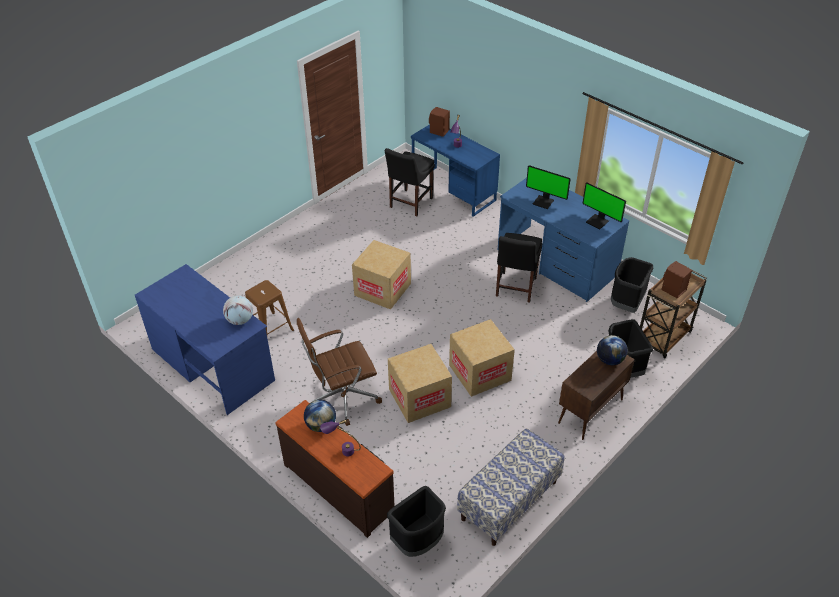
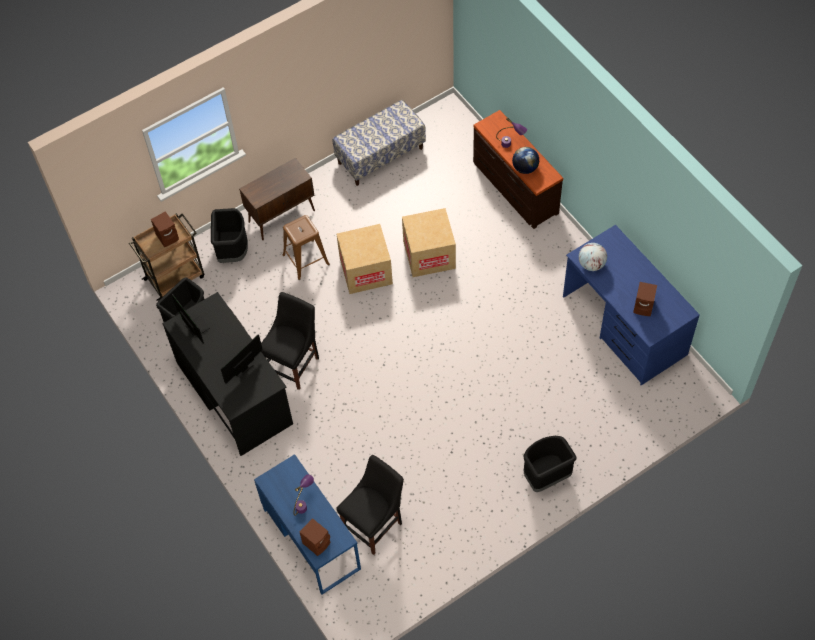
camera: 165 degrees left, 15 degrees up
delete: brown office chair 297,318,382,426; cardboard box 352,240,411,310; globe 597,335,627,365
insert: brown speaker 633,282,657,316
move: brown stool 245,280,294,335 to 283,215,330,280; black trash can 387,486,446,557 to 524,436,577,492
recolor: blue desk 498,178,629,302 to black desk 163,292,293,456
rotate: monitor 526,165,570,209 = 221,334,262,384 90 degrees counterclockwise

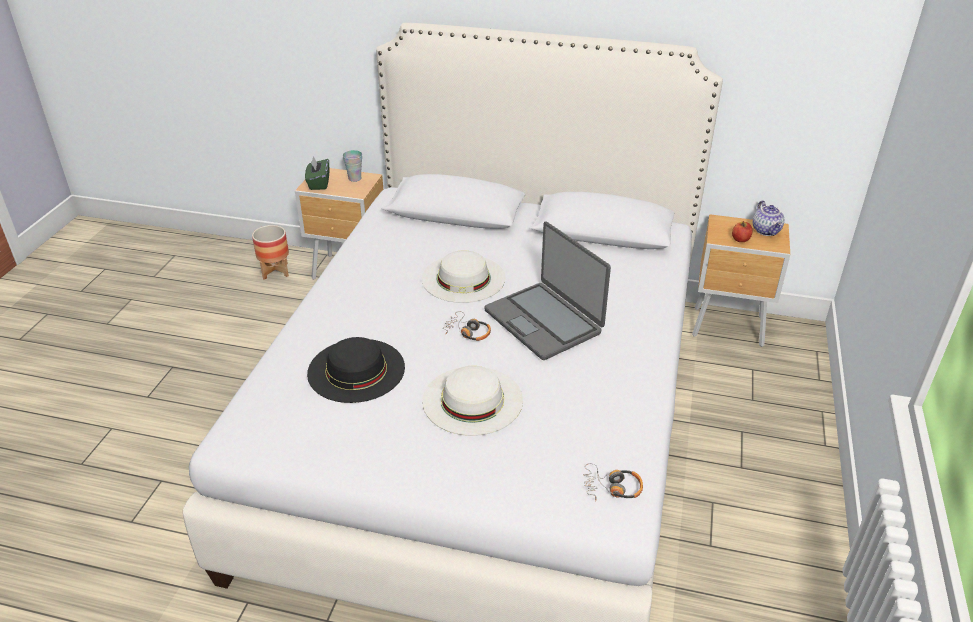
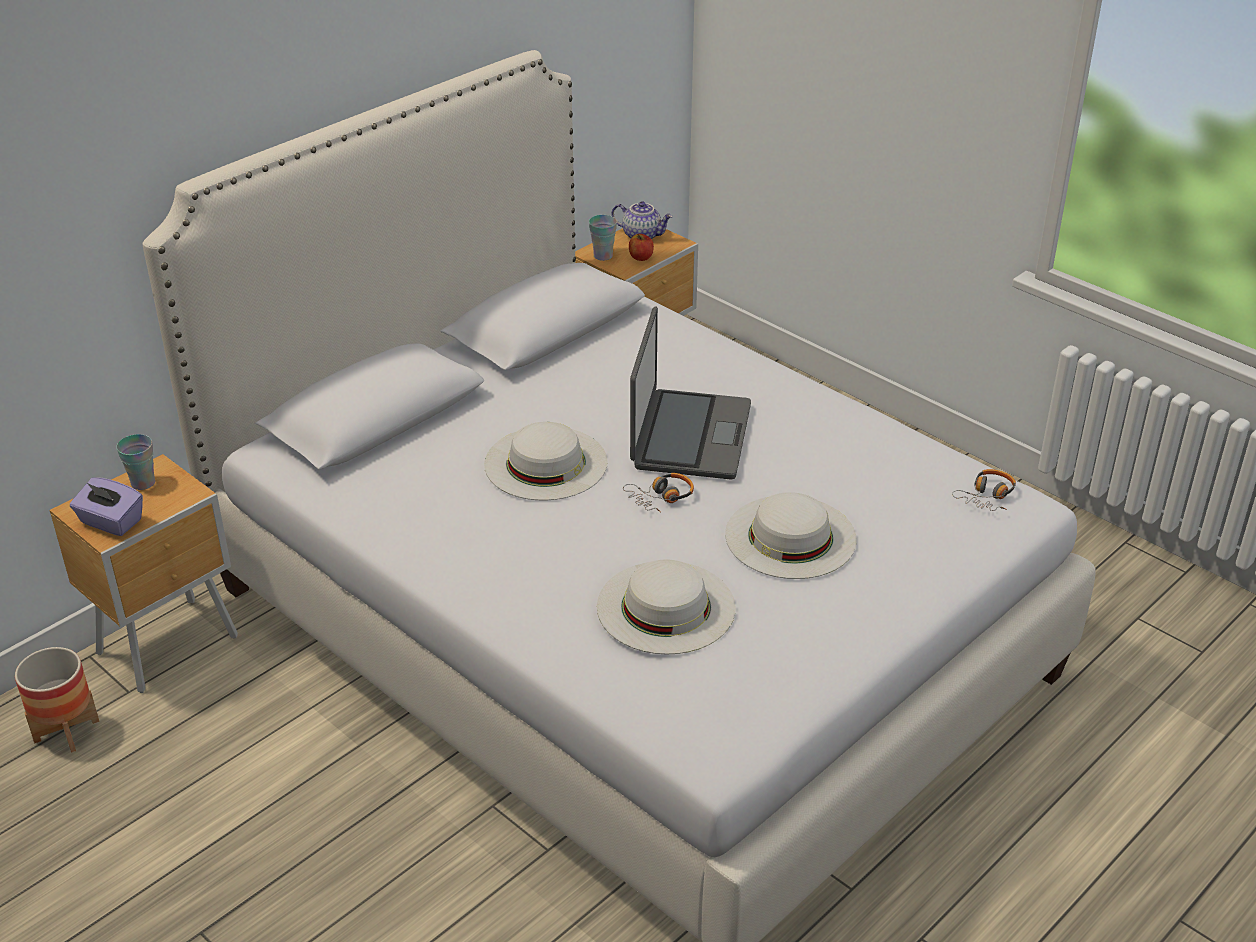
camera: 60 degrees left, 0 degrees up
insert: cup 589,215,617,261
recolor: green tissue box 305,156,330,190 to purple tissue box 70,477,143,536; black hat 307,337,405,403 to white hat 597,560,736,654
rotate: laptop 484,221,611,360 = 630,306,751,480 75 degrees counterclockwise

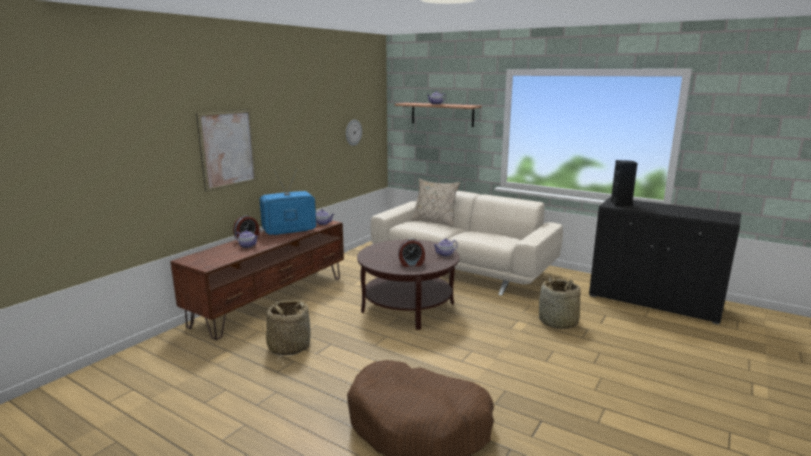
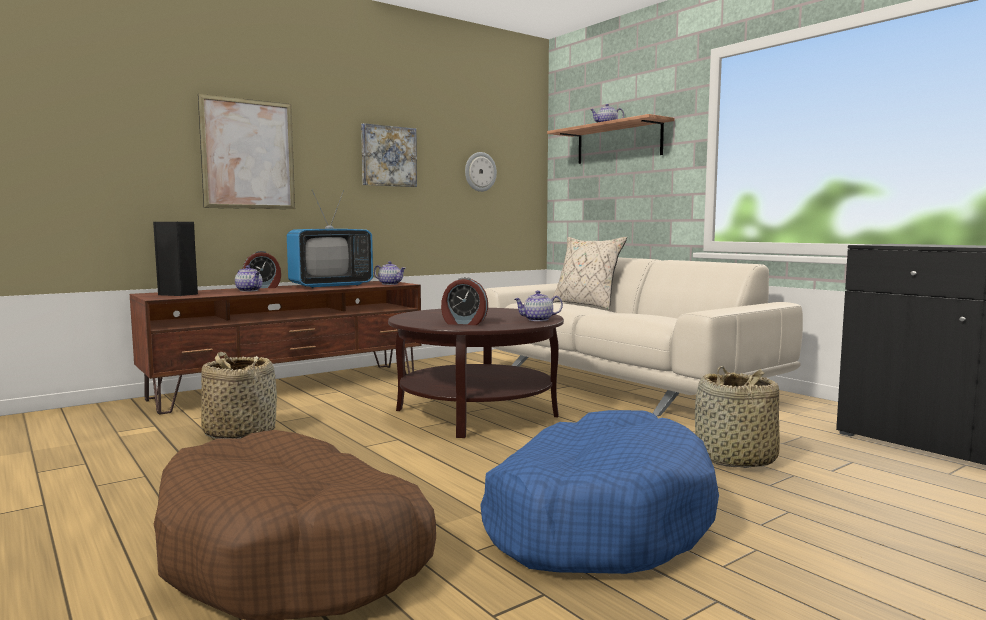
camera: 20 degrees right, 10 degrees down
insert: picture 361,123,417,187; blue dog bed 480,410,719,574
move: black speaker 611,160,638,206 to 153,222,198,296
rotate: television 259,169,316,235 = 287,190,373,288 150 degrees clockwise

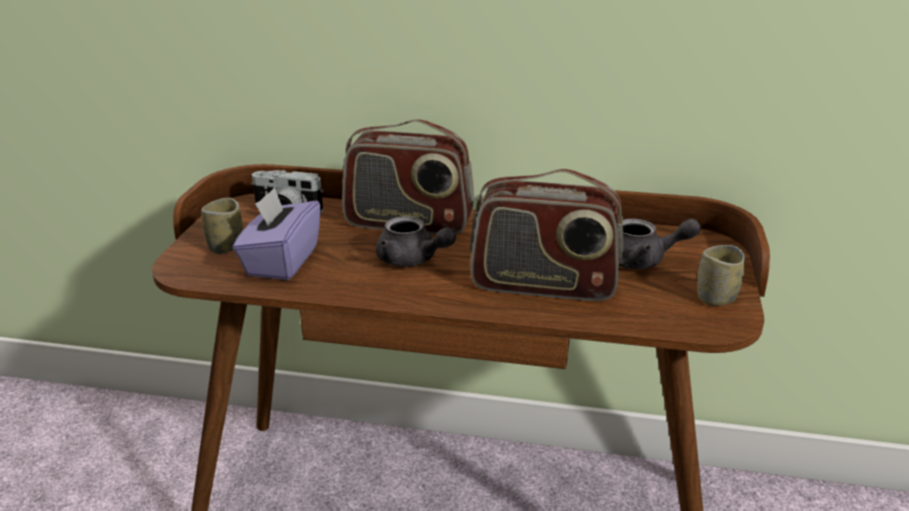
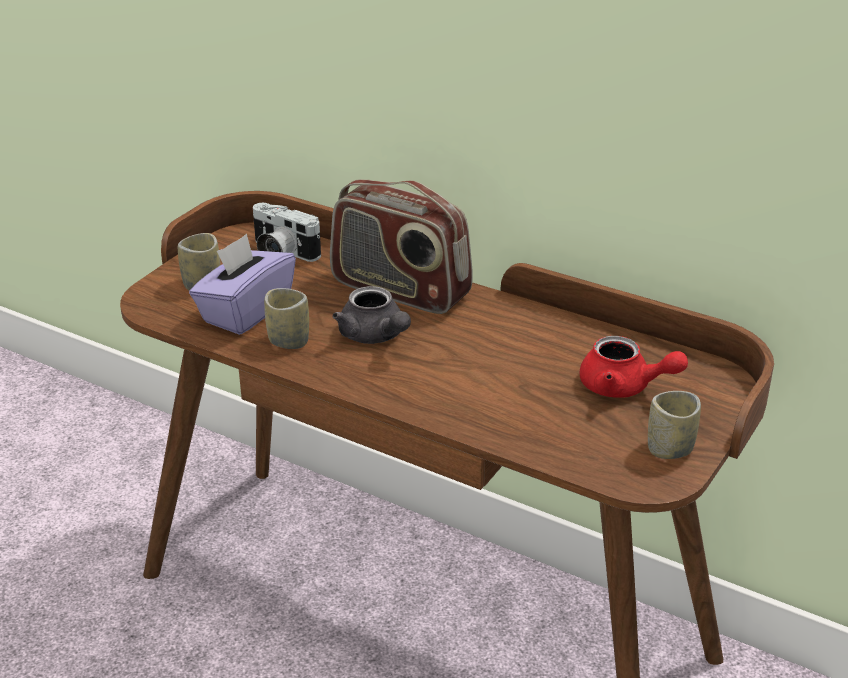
camera: 20 degrees right, 5 degrees up
delete: radio 470,169,623,301
insert: cup 264,288,309,349
recolor: grey teapot 619,218,701,269 to red teapot 580,336,688,398

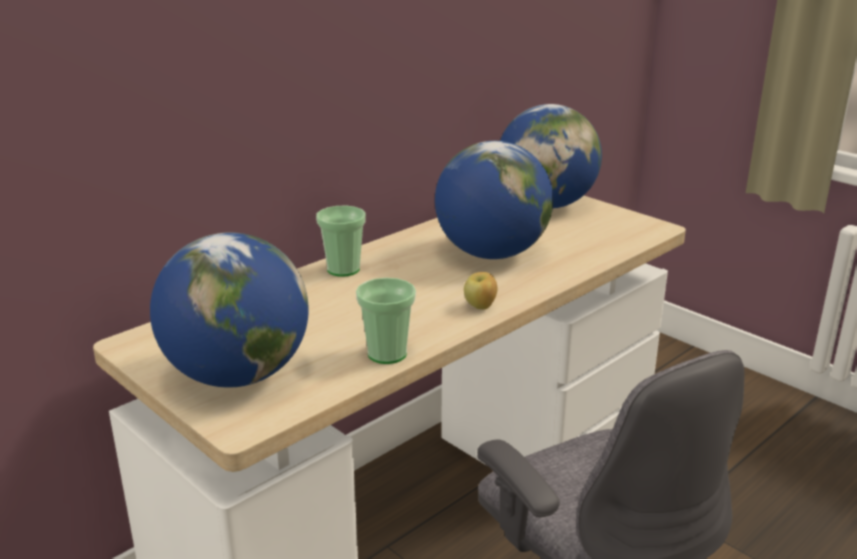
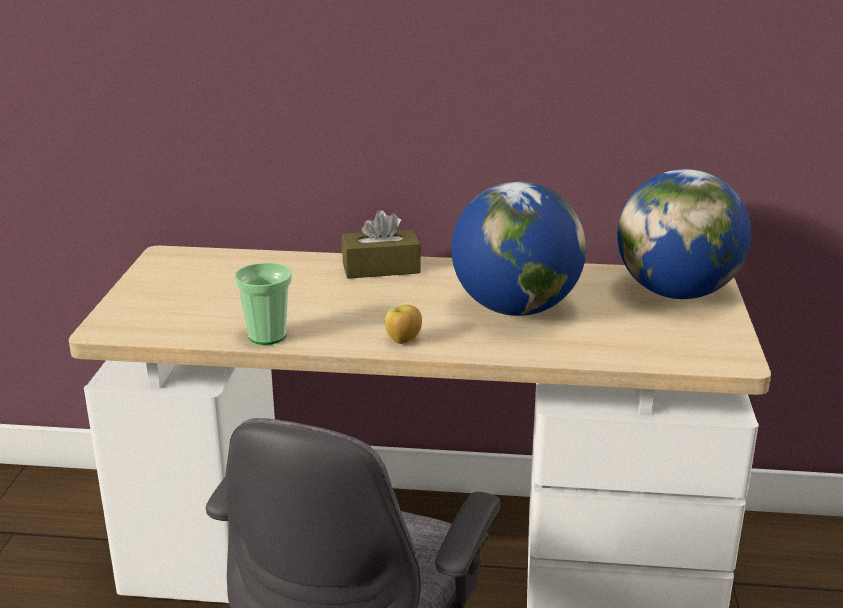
camera: 50 degrees right, 0 degrees up
delete: globe 150,232,309,388
replace: cup 316,206,366,277 to brown tissue box 342,210,421,279

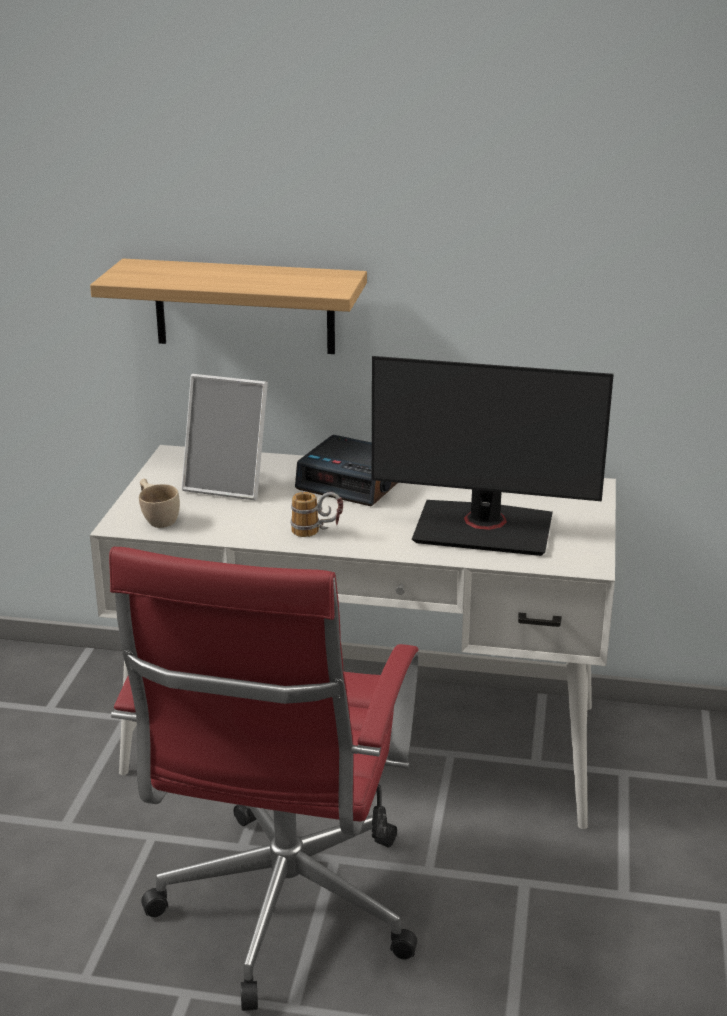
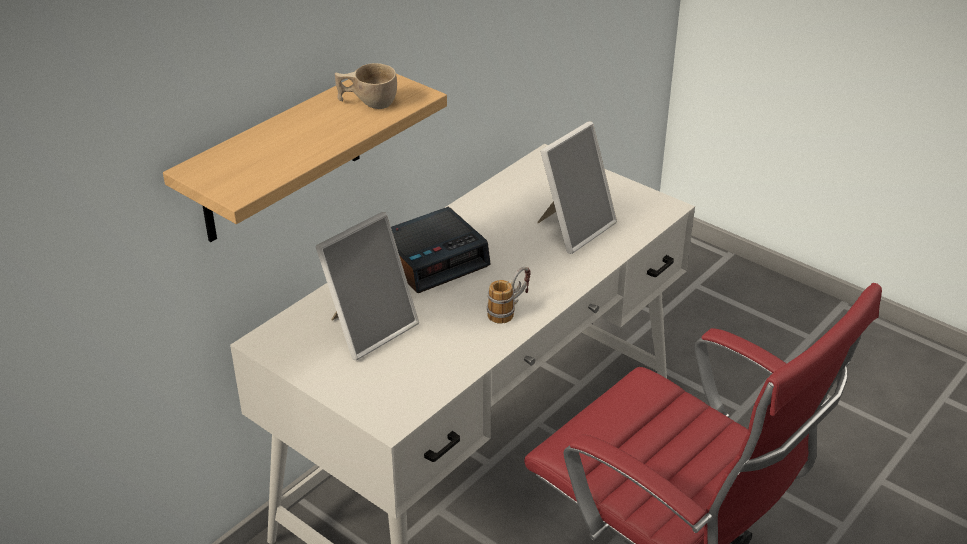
camera: 60 degrees left, 10 degrees up
move: beige cup 139,479,180,528 to 335,63,397,109
replace: monitor 372,356,614,556 to picture frame 537,121,617,254

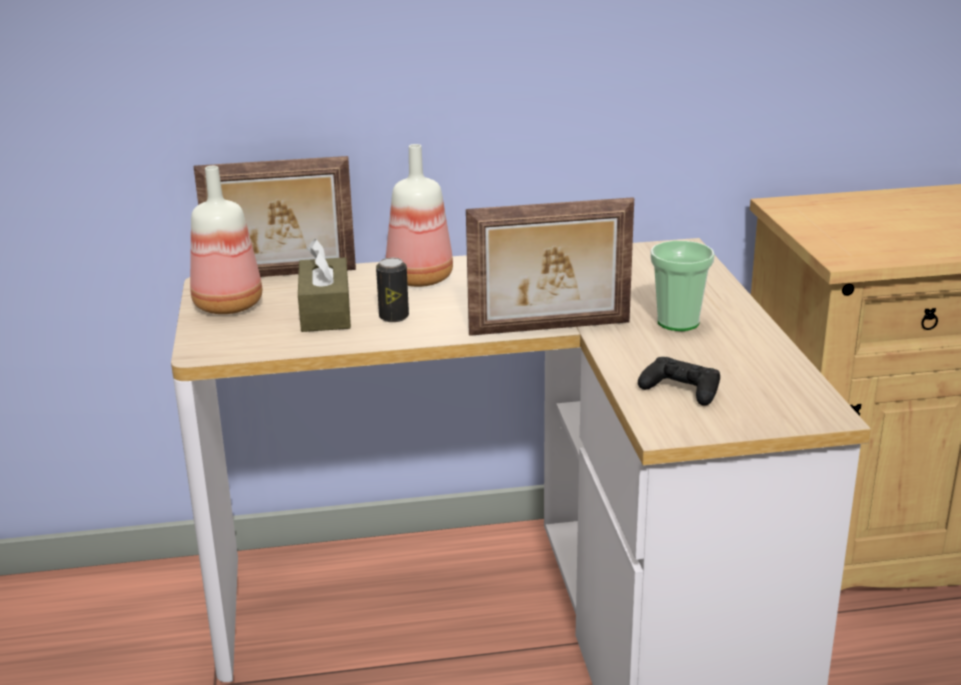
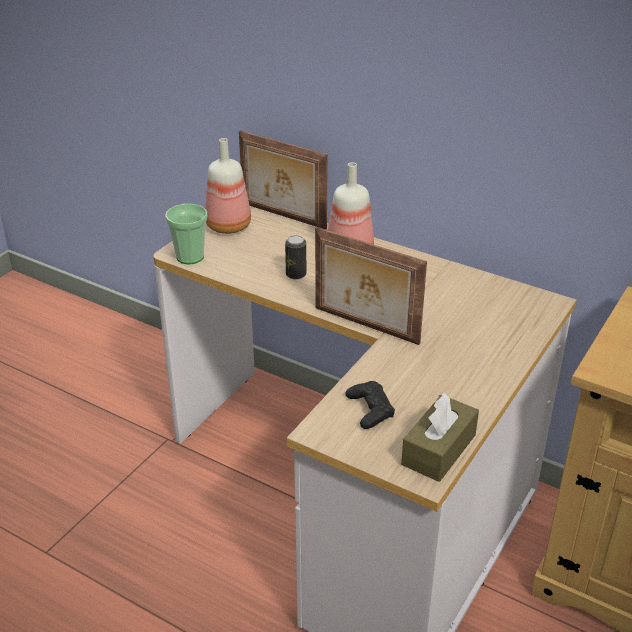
camera: 40 degrees right, 10 degrees up
move: brown tissue box 298,239,351,332 to 401,393,479,482; cup 651,241,715,331 to 165,204,207,264

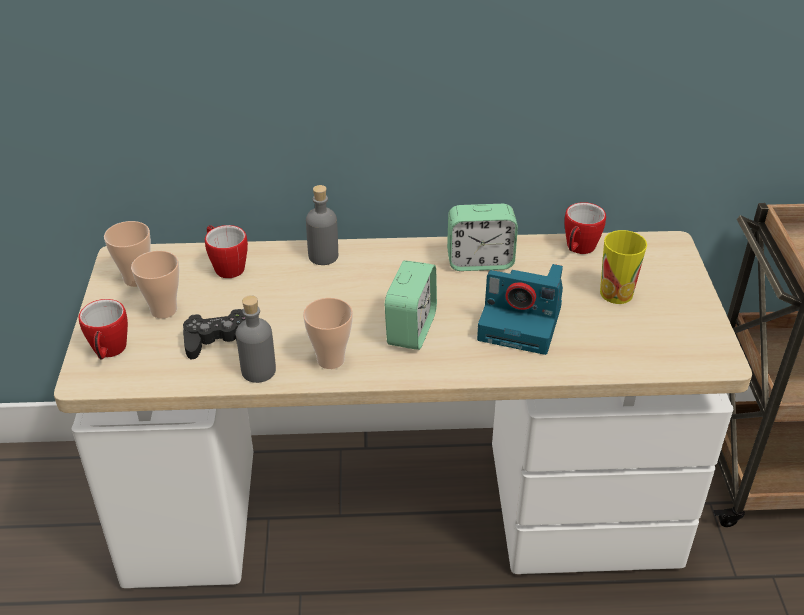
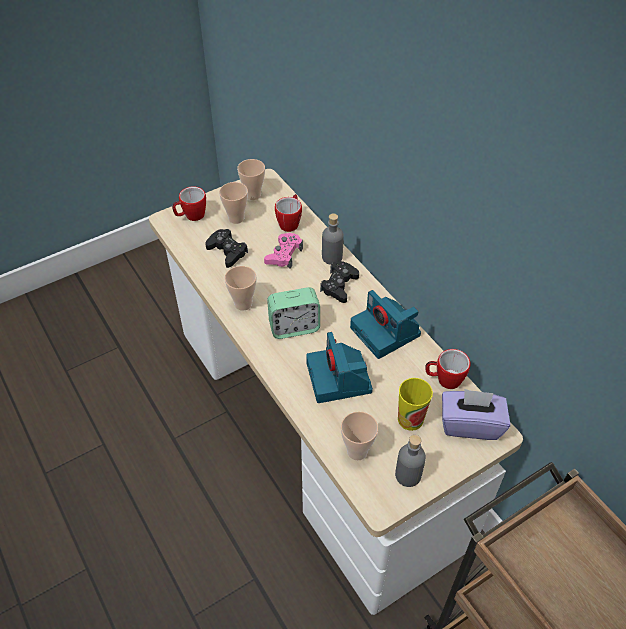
camera: 60 degrees right, 10 degrees up
insert: pink game controller 264,233,303,269; black game controller 320,261,359,303; cup 341,411,378,460; purple tissue box 442,389,510,440
move: grey bottle 236,295,276,383 to 395,435,426,487
replace: alarm clock 447,204,518,271 to photo camera 350,290,421,359

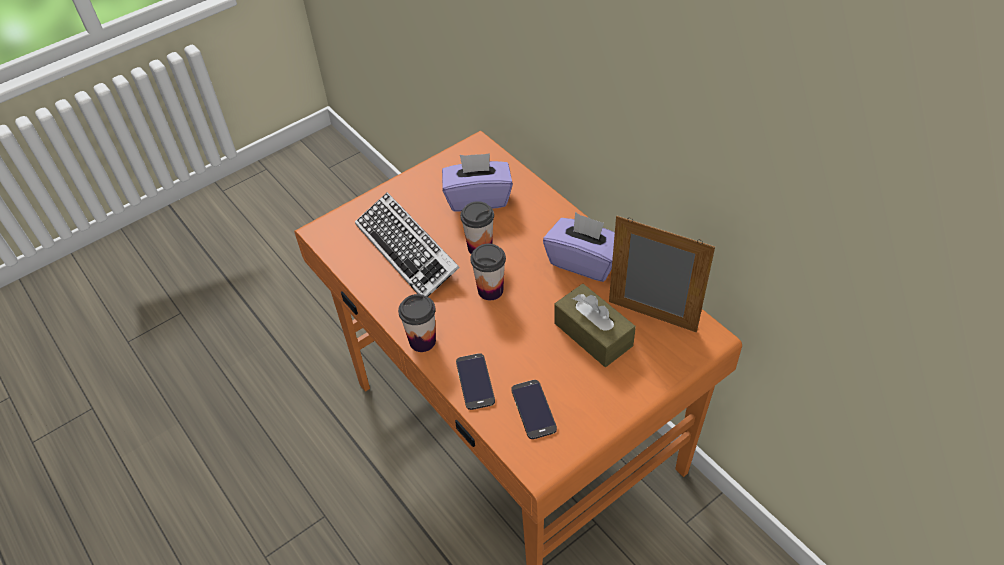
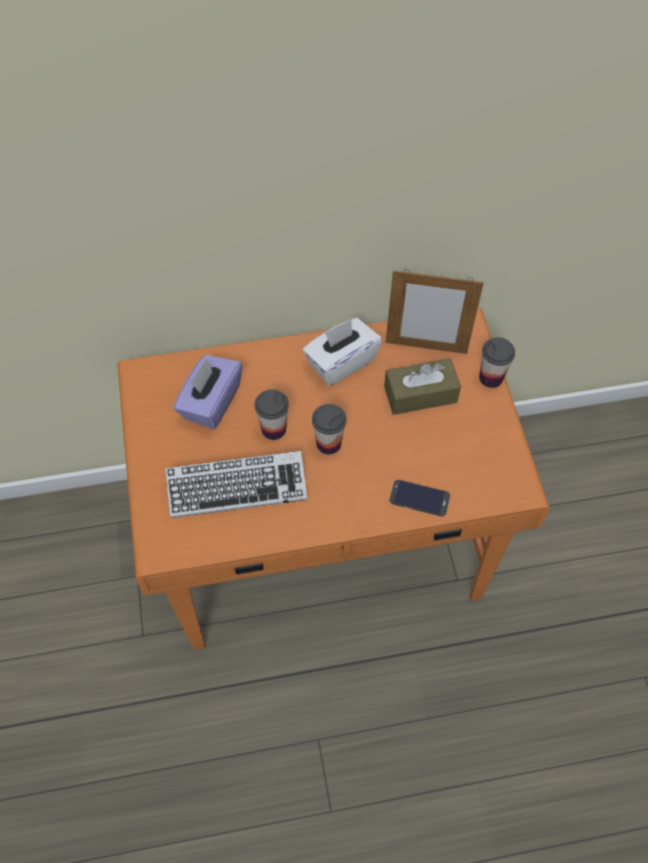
camera: 65 degrees left, 10 degrees up
delete: phone 511,380,557,439
move: cup 398,294,436,352 to 479,337,515,388
recolor: purple tissue box 543,212,615,282 to white tissue box 303,318,382,386
rotate: picture frame 609,216,715,333 = 386,269,484,354 135 degrees counterclockwise

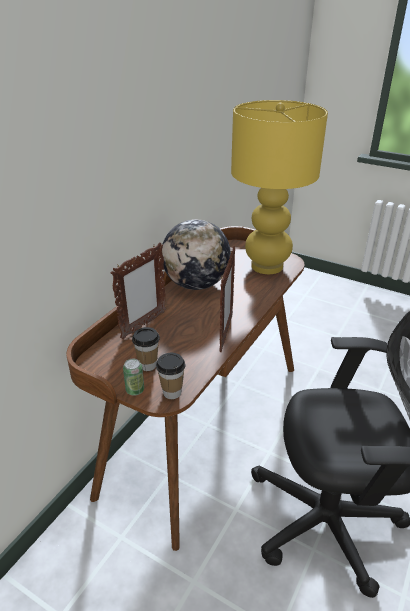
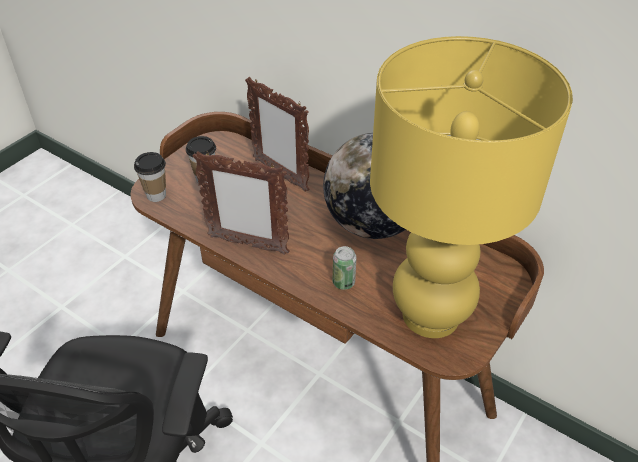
camera: 95 degrees right, 10 degrees up
move: can 123,359,144,396 to 333,246,357,290

